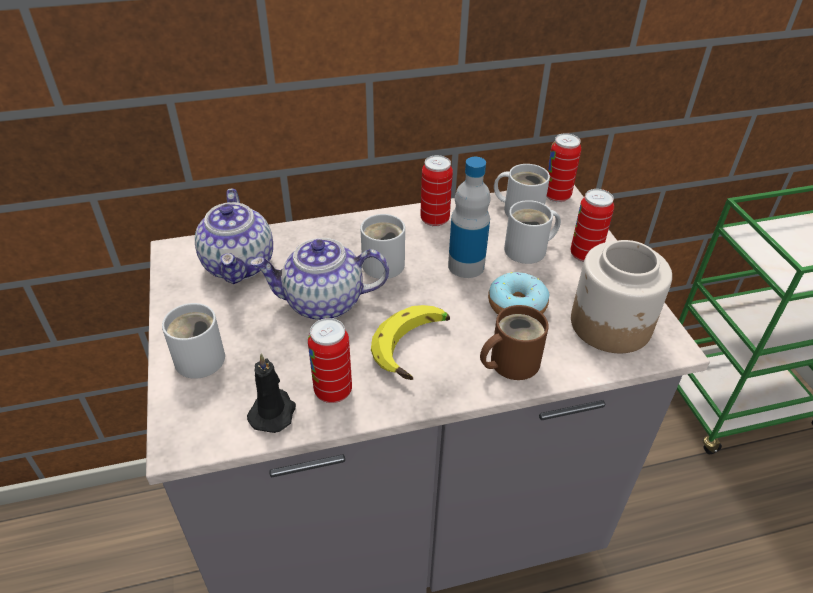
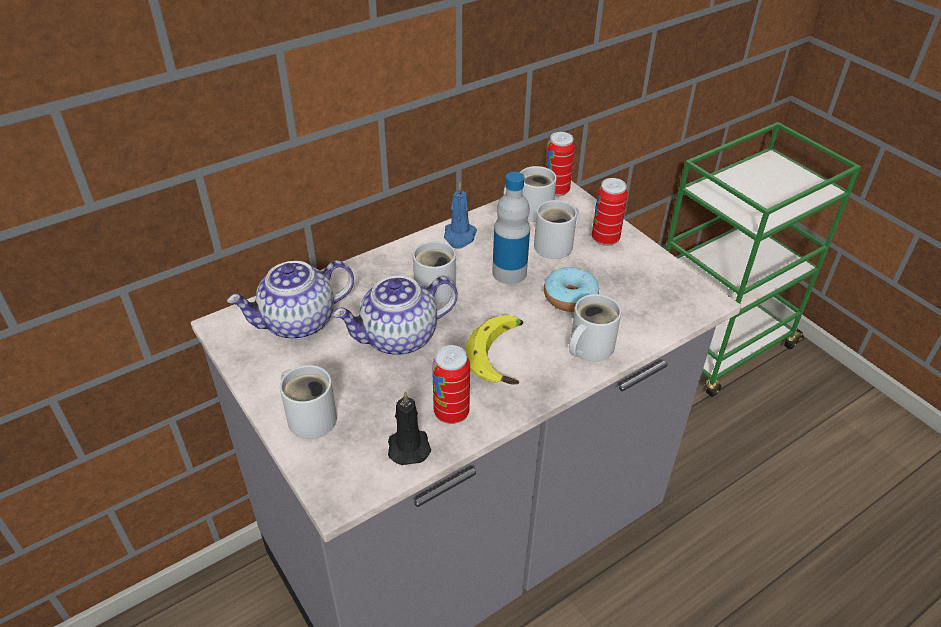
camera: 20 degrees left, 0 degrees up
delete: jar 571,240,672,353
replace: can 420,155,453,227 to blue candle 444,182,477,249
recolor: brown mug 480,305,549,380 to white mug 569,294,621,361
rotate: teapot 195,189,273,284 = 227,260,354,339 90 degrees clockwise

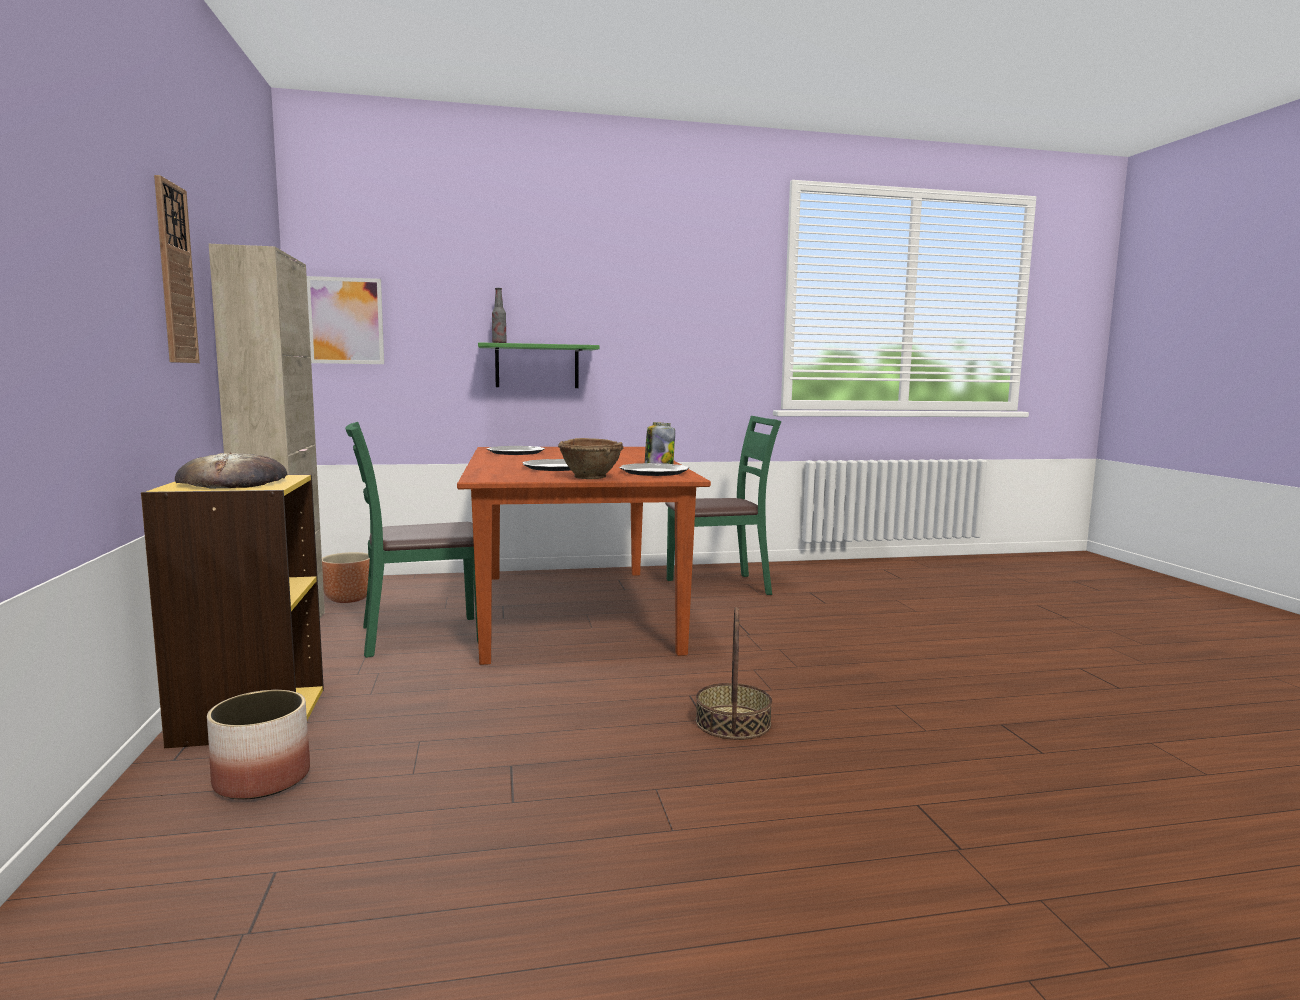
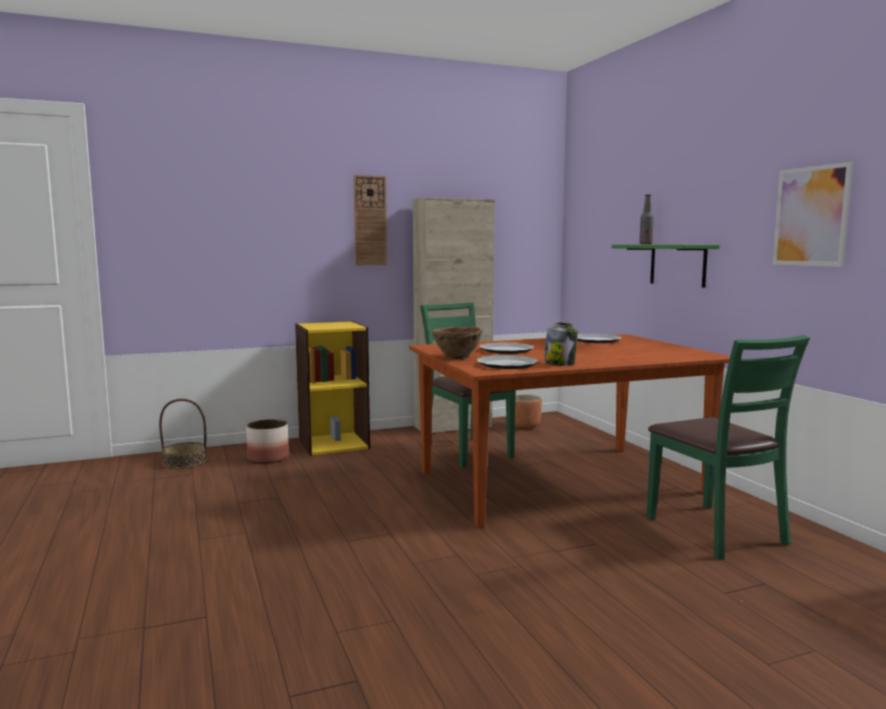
camera: 80 degrees right, 0 degrees up
delete: bread 175,453,287,489
move: picture 307,276,384,364 to 772,162,853,267; basket 695,607,772,740 to 159,399,207,469

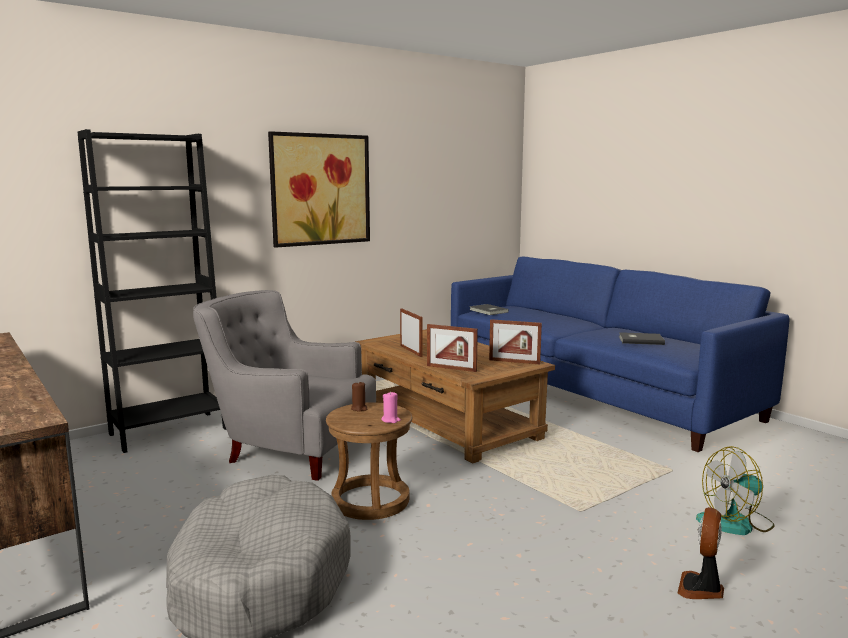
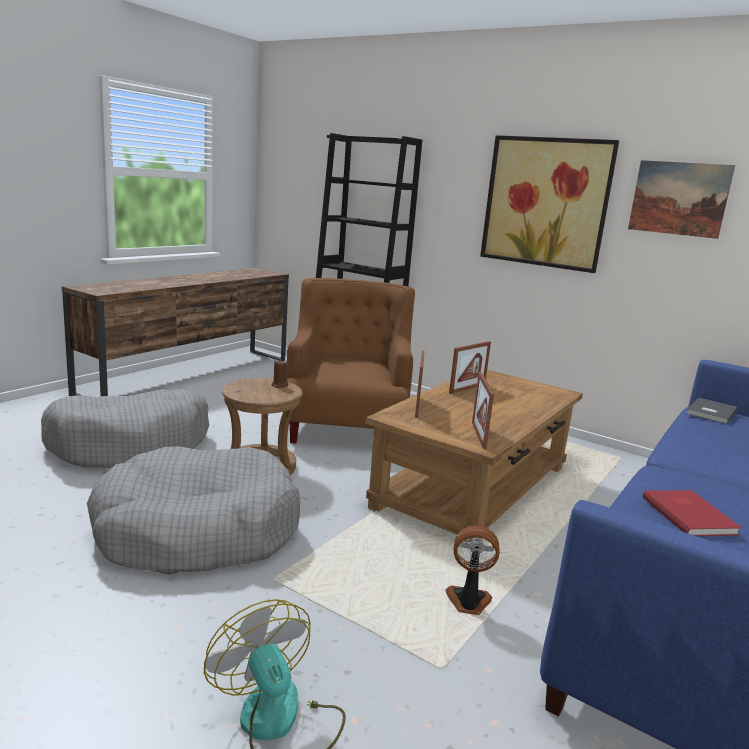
camera: 70 degrees right, 5 degrees up
delete: pink candle 381,391,401,423
insert: grey dog bed 87,446,301,575; picture 628,160,735,239
move: fan 678,507,724,599 to 445,525,500,615
recolor: grey armchair 193,290,376,481 to brown armchair 286,278,415,443; grey book 619,332,665,345 to red book 643,490,742,536

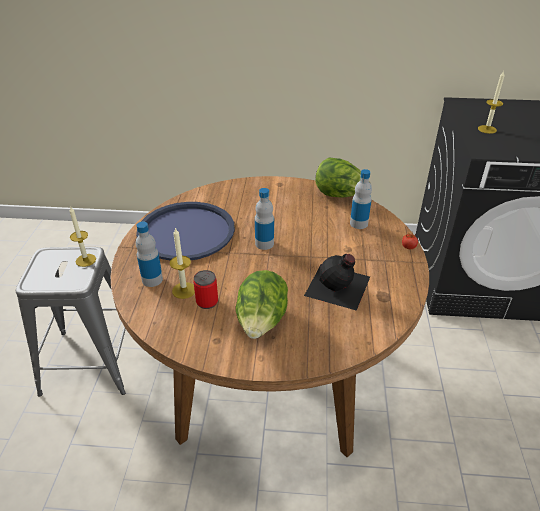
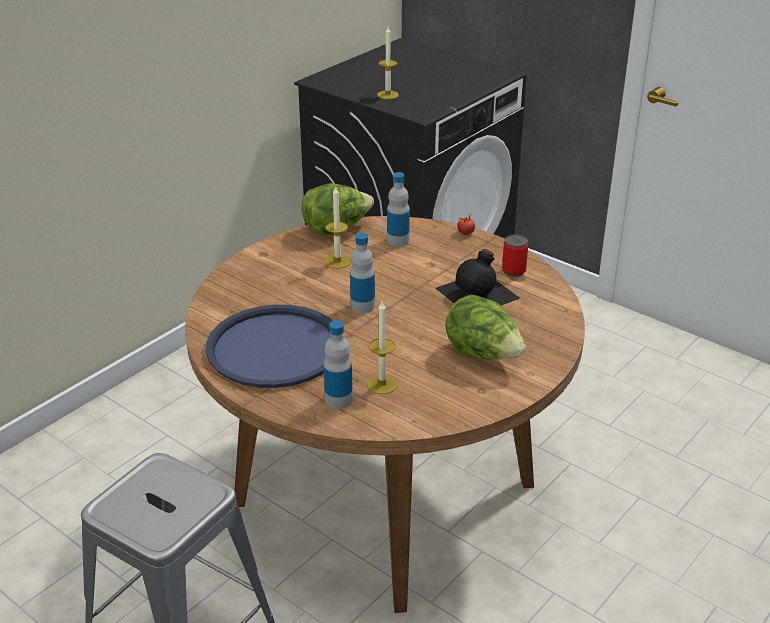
camera: 55 degrees left, 5 degrees down
move: candle 70,206,96,267 to 325,186,351,269; can 193,270,218,309 to 502,234,528,277

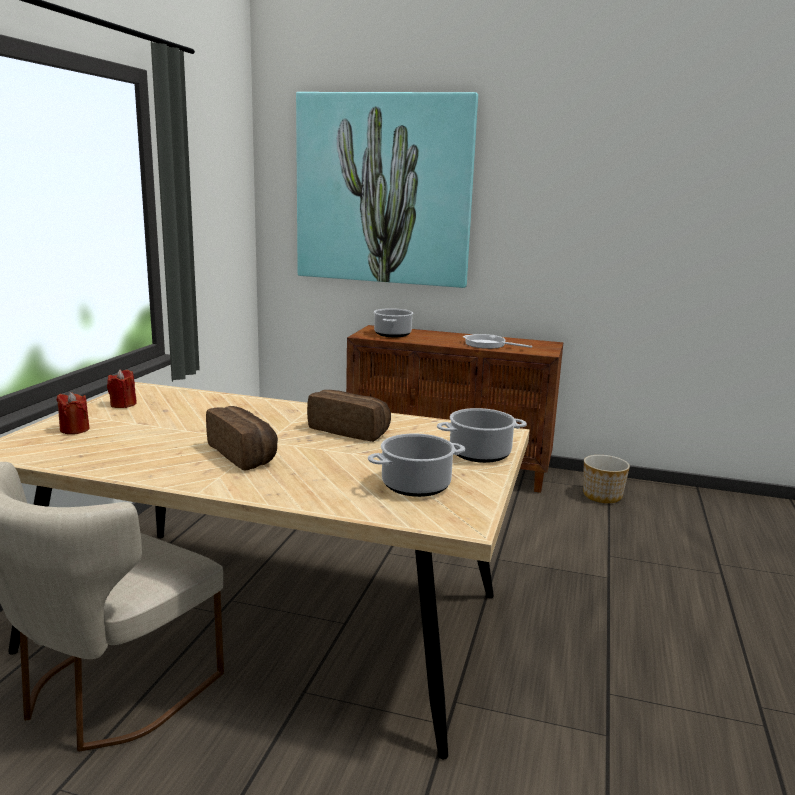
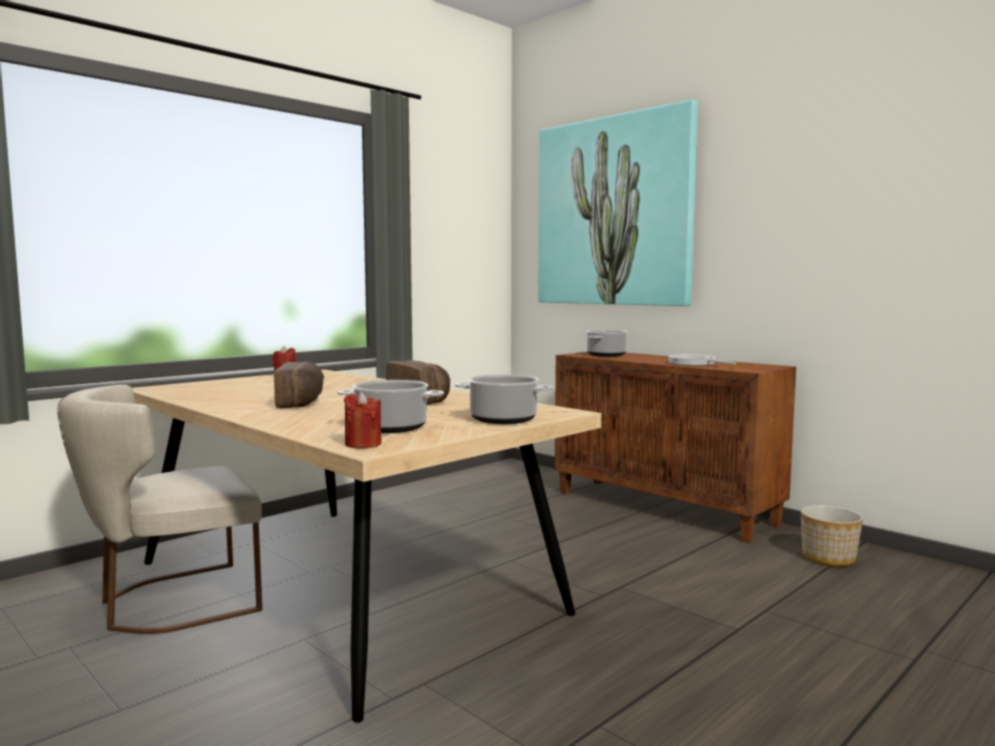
camera: 30 degrees right, 10 degrees down
move: red candle 57,392,89,434 to 344,392,382,449

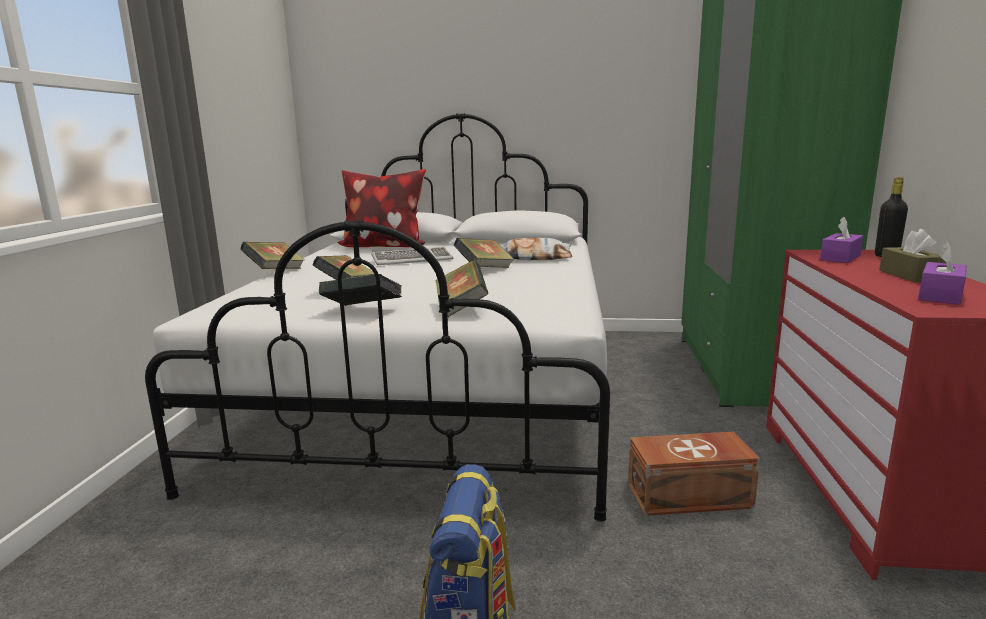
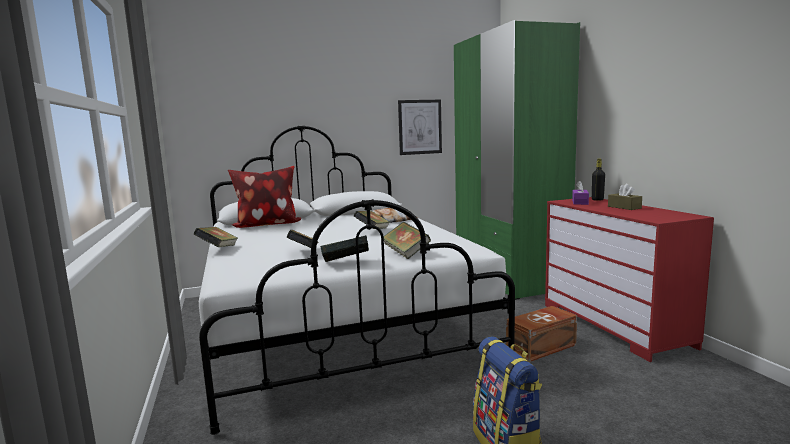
camera: 25 degrees left, 5 degrees down
delete: keyboard 371,247,454,265; purple tissue box 918,242,967,305
insert: picture 398,100,442,155

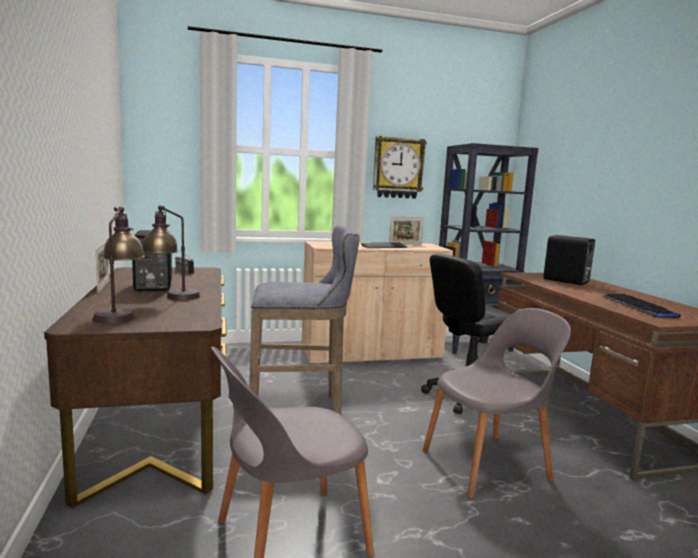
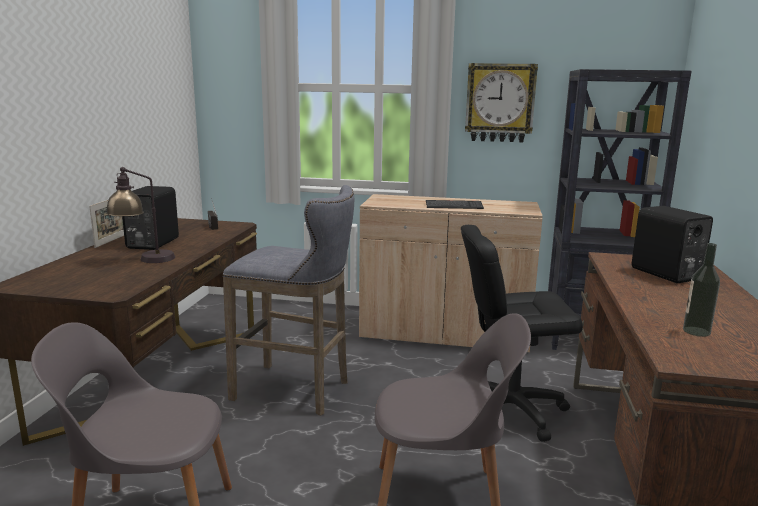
camera: 25 degrees right, 5 degrees up
delete: table lamp 92,207,145,324; picture frame 389,216,424,245
replace: keyboard 601,293,681,318 to bottle 683,243,720,337

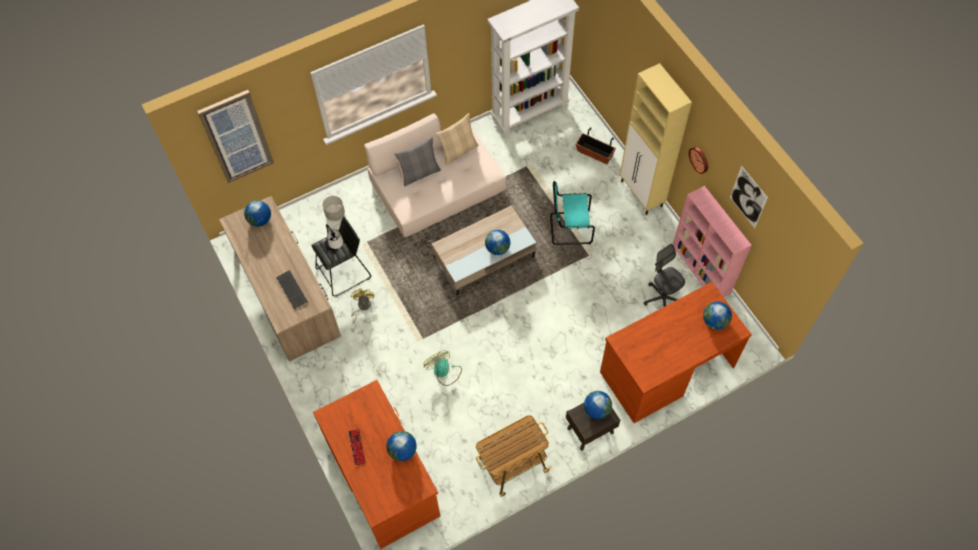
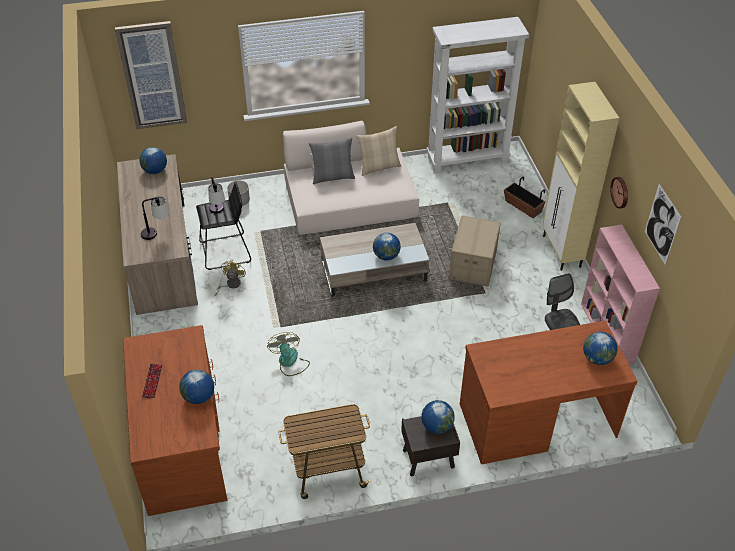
camera: 15 degrees right, 15 degrees down
replace: keyboard 276,270,308,309 to table lamp 141,197,169,240; turquoise chair 550,181,595,245 to cardboard box 449,216,501,287

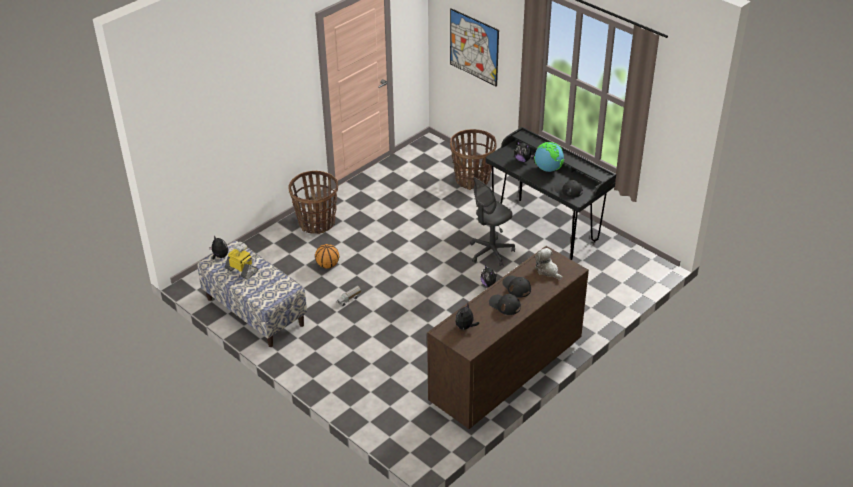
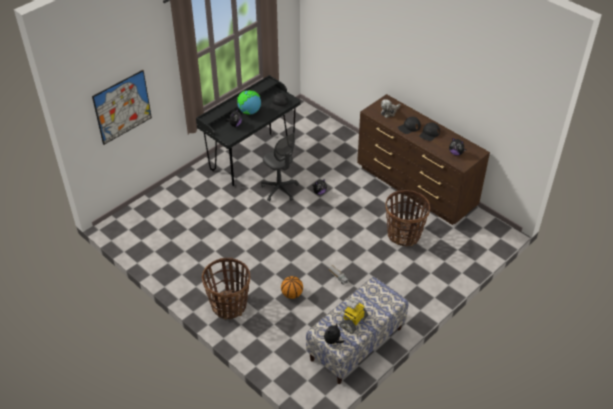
camera: 90 degrees left, 5 degrees up
move: basket 450,129,496,190 to 386,190,430,247

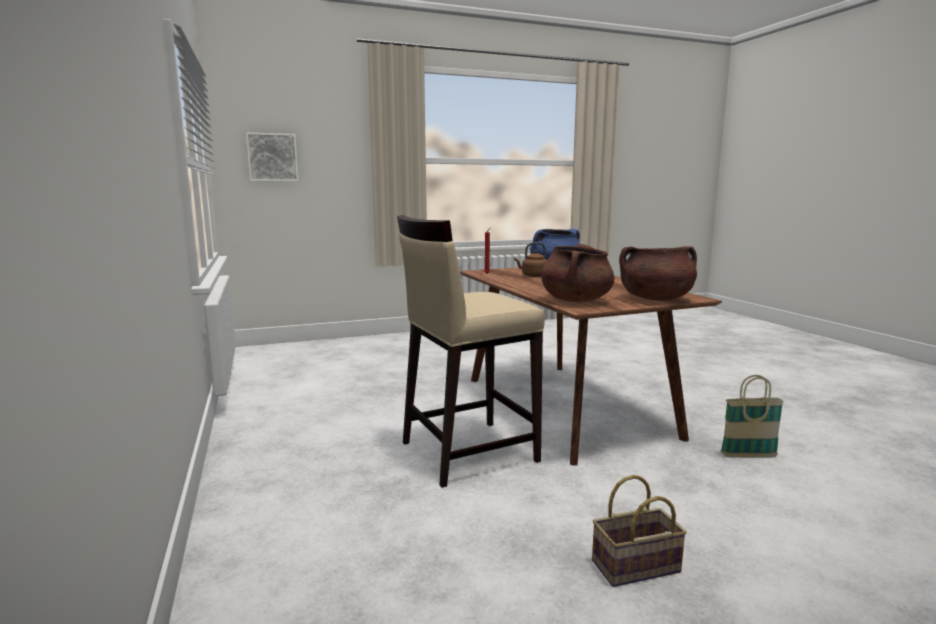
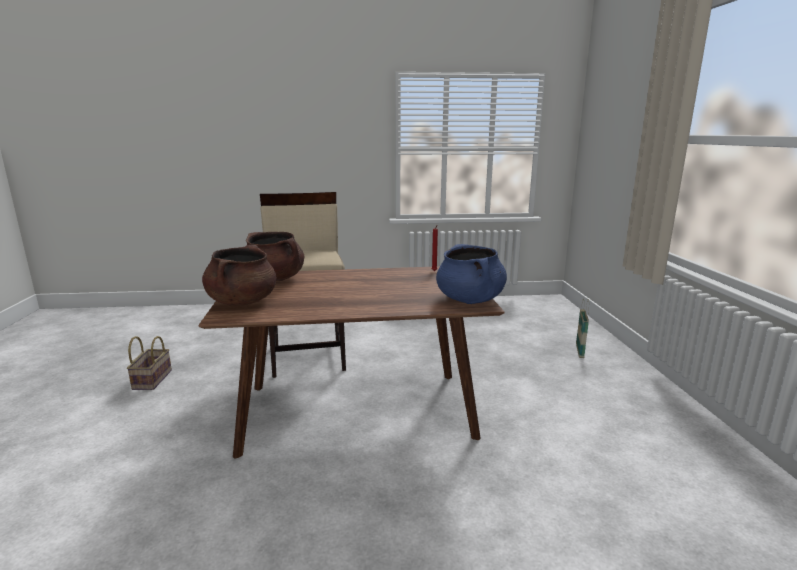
camera: 105 degrees right, 5 degrees up
delete: picture 246,133,298,181; brown kettle 514,242,547,277
move: basket 721,375,784,458 to 576,298,589,358

